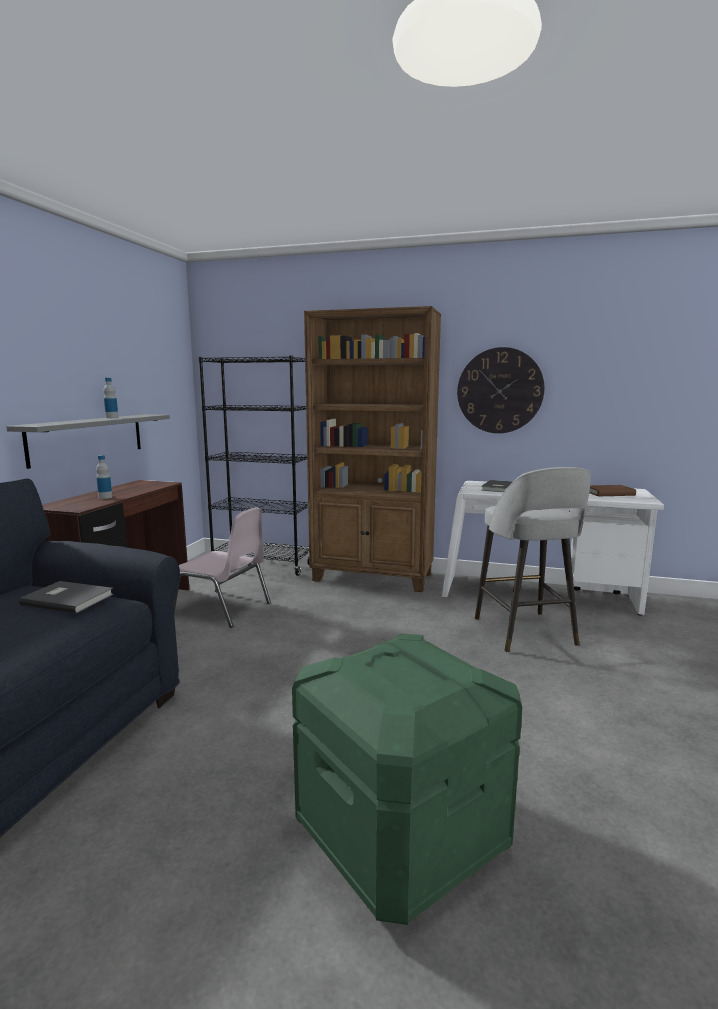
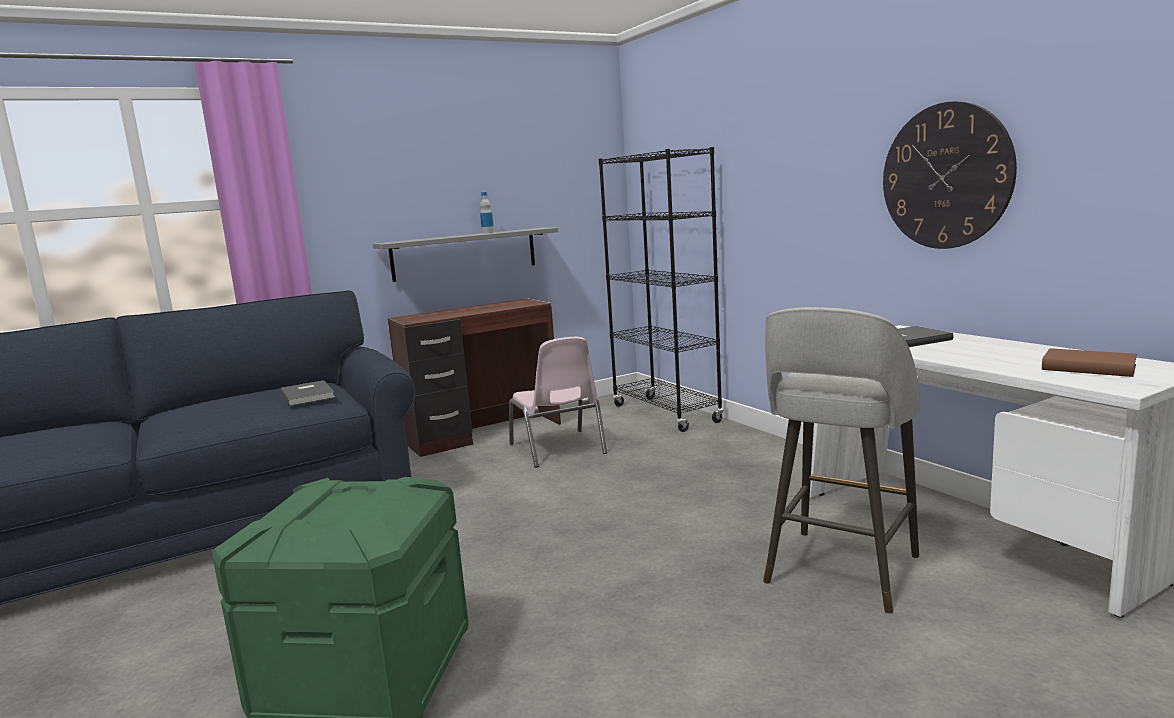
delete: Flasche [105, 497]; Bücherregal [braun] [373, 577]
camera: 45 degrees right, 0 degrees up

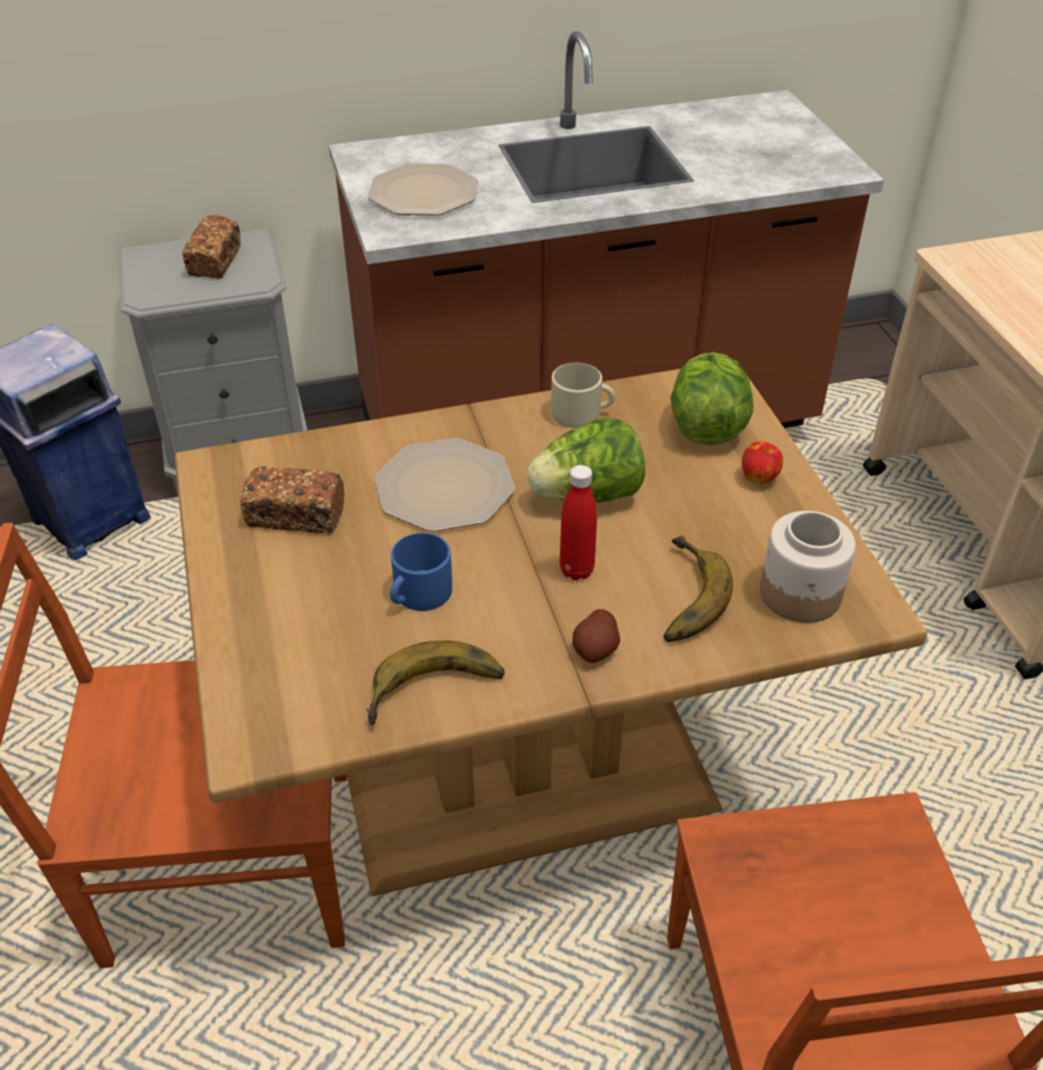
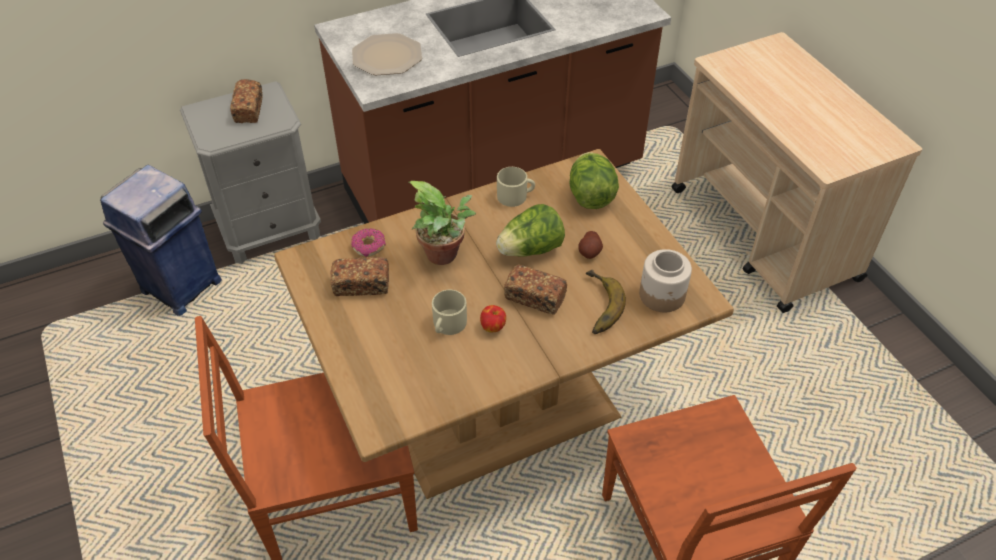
delete: Banane [437, 695]
insert: Donut [369, 246]
move: Apfel [759, 478] to [493, 327]; Kartoffel [595, 649] to [589, 252]
replace: Teller [444, 488] to Topfpflanze [445, 256]; Flasche [rot] [576, 570] to Brot [534, 298]
recolor: Henkelbecher [blau] [418, 594] to Henkelbecher [beige] [447, 325]
camera: 10 degrees left, 5 degrees up

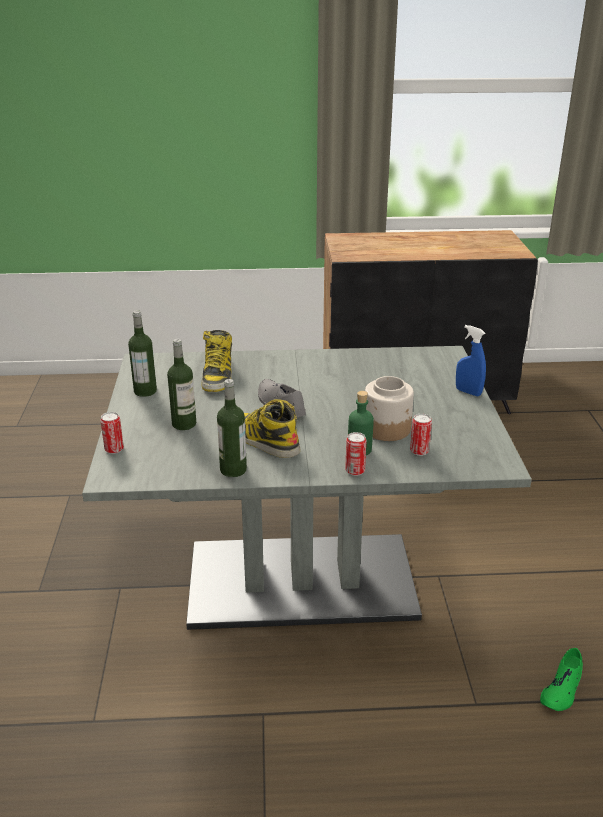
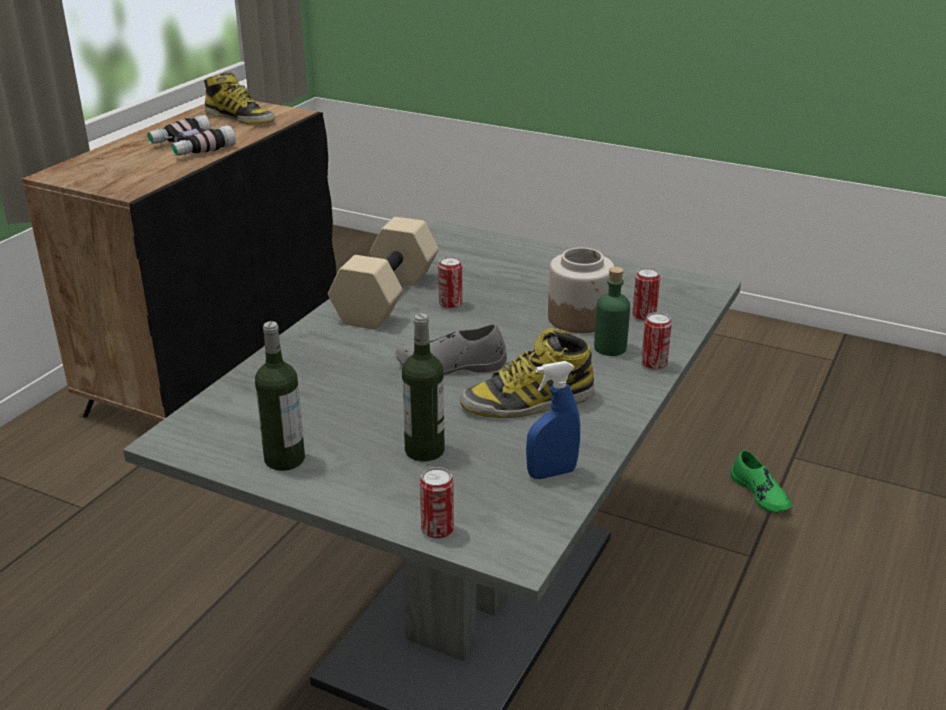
delete: Flasche [233, 470]
insert: Fernglas [190, 147]; Hantel [beige] [388, 298]; Dose [450, 304]
move: Stiefel [217, 375] to [240, 118]; Sprühflasche [blau] [468, 392] to [551, 473]
camera: 60 degrees left, 0 degrees up

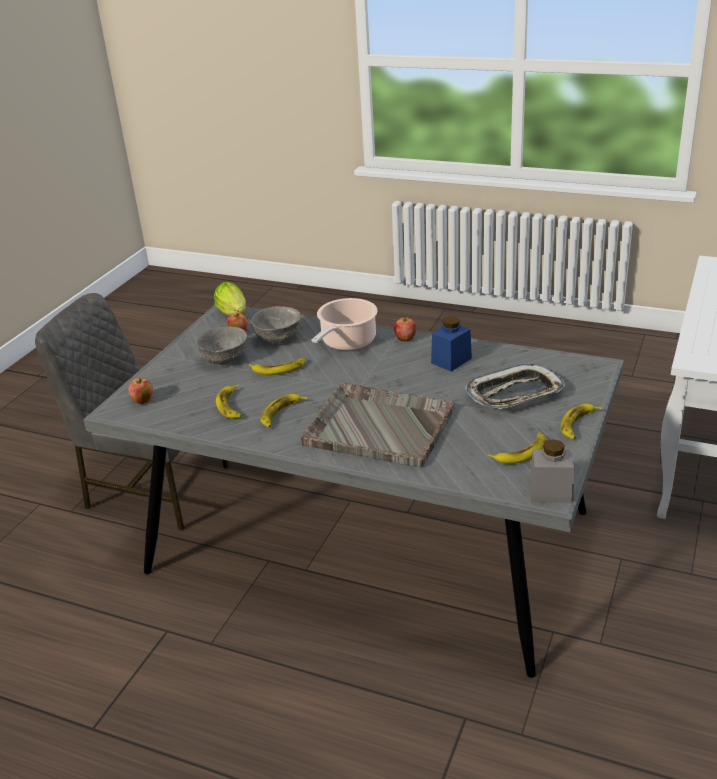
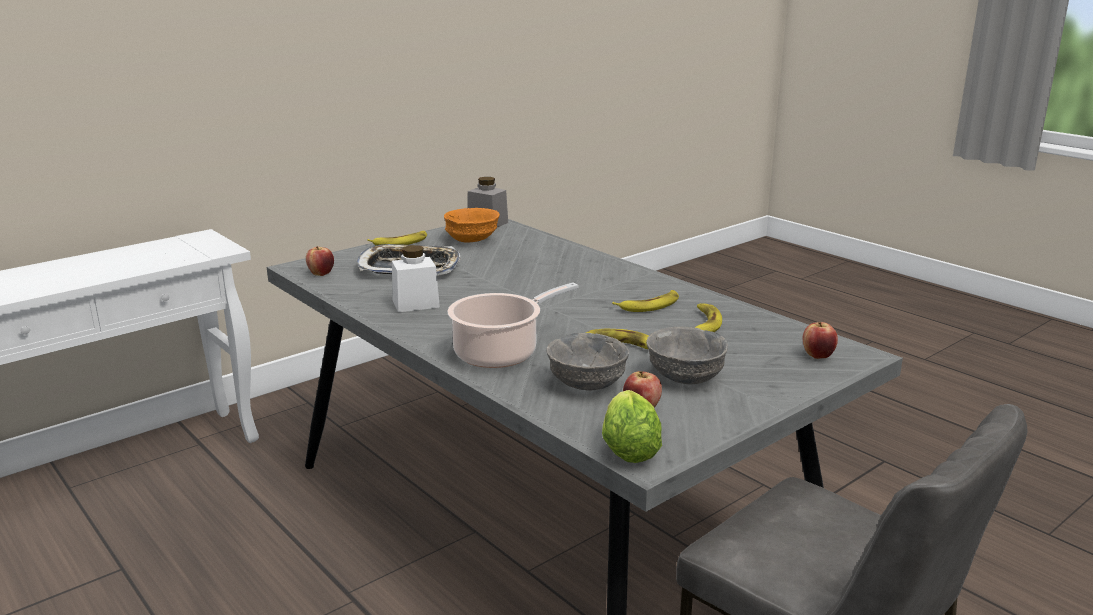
delete: Tablett [grau] [378, 426]
move: Apfel [405, 339] to [321, 274]
replace: Banane [521, 452] to Schüssel [orange] [472, 240]
recolor: Vorratsglas [blau] [451, 360] to Vorratsglas [weiß] [416, 304]
camera: 155 degrees left, 10 degrees down

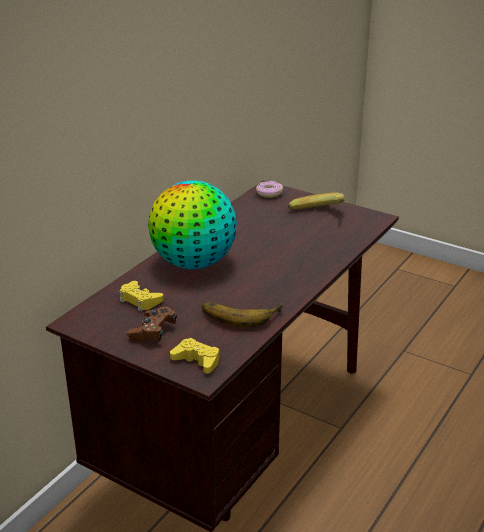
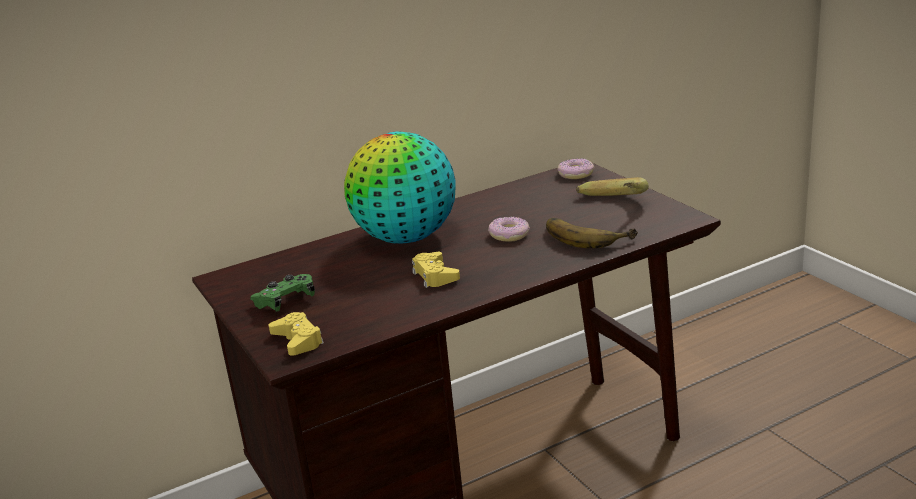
insert: Donut [509, 235]
move: Gamepad [gelb] [140, 300] to [435, 275]; Banane [240, 313] to [587, 235]
recolor: Gamepad [braun] [153, 332] to Gamepad [grün] [286, 302]
camera: 30 degrees right, 5 degrees down

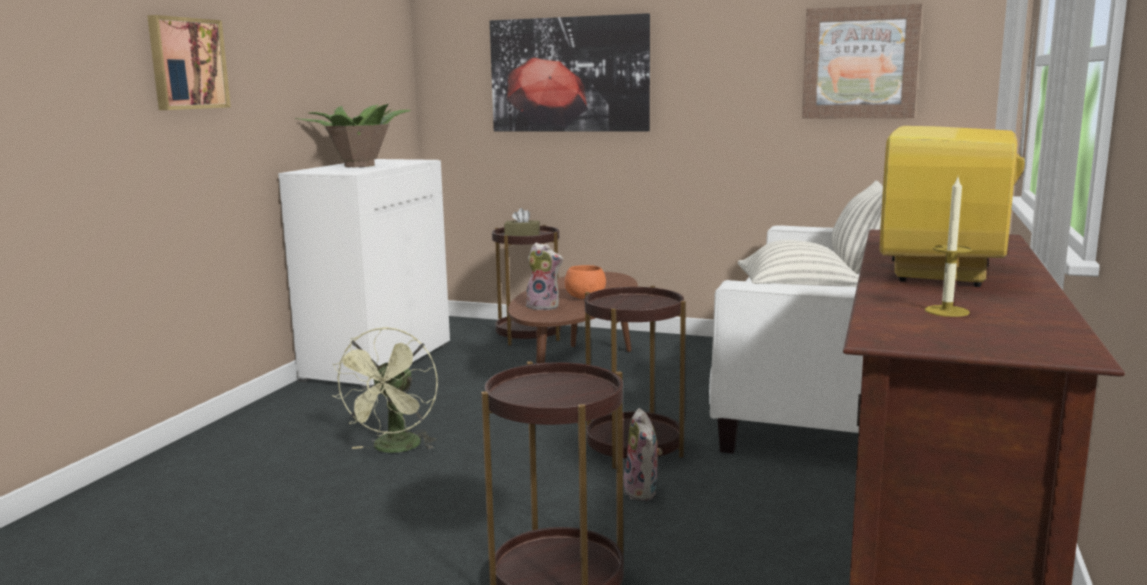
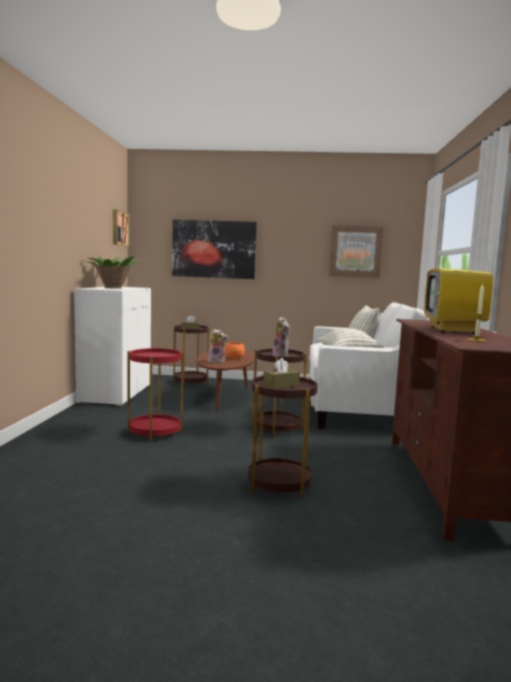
insert: Taschentuchbox [braun] [281, 385]
move: Bild [186, 64] to [119, 228]; Plüschtier [643, 492] to [281, 356]
replace: Ventilator [grün] [395, 449] to Beistelltisch [rot] [155, 432]
camera: 15 degrees left, 5 degrees down

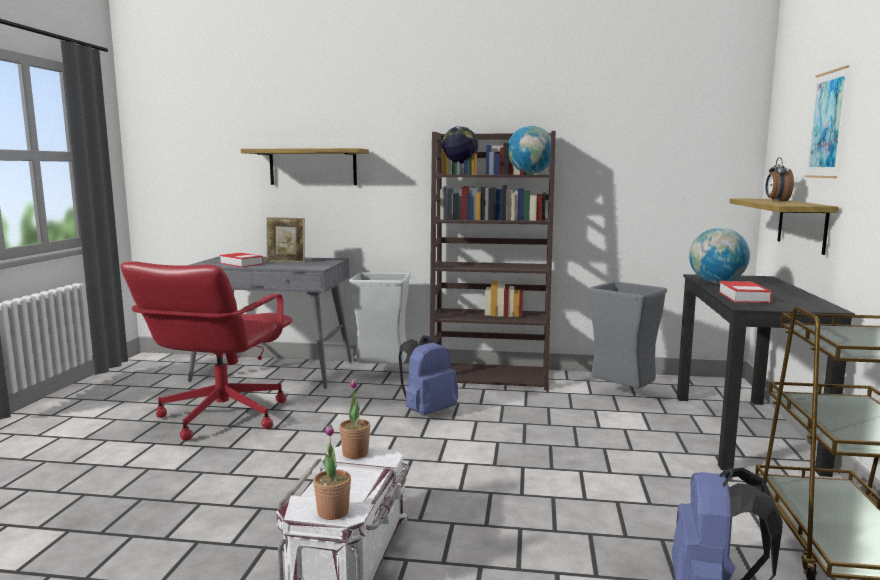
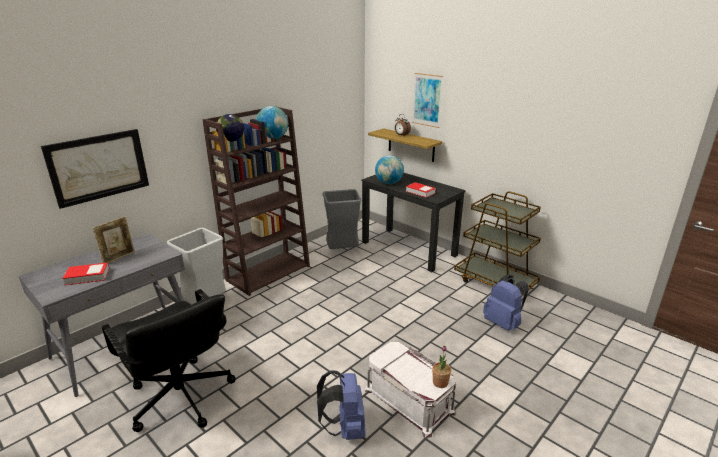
delete: Topfpflanze [355, 453]
move: Rucksack [blau] [427, 412] to [345, 428]
replace: Wandregal [313, 167] to Bild [98, 167]
recolor: Bürostuhl [rot] [221, 417] to Bürostuhl [schwarz] [181, 398]
camera: 55 degrees left, 15 degrees up

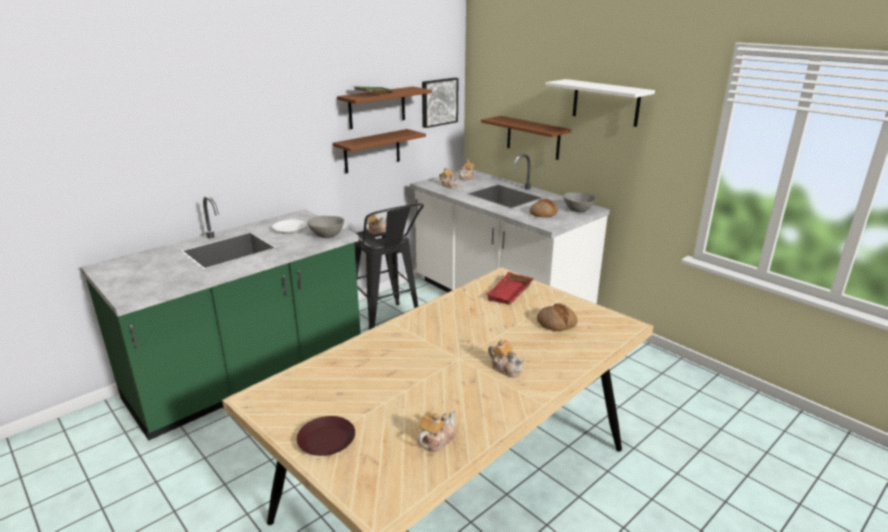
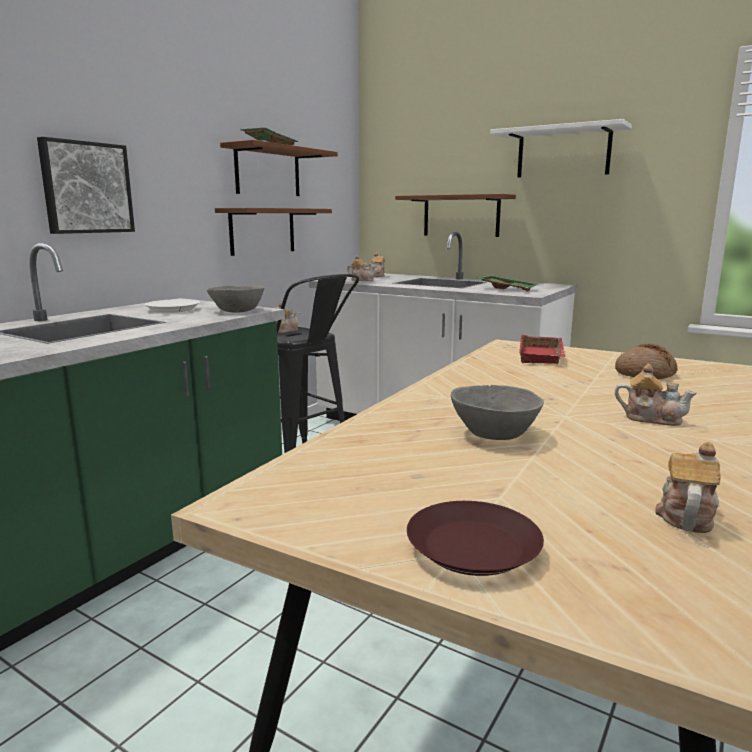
move: Bild [438, 102] to [86, 188]; Schüssel [grau] [578, 210] to [495, 433]
replace: Brot [543, 213] to Tablett [grün] [508, 289]
camera: 15 degrees left, 10 degrees down

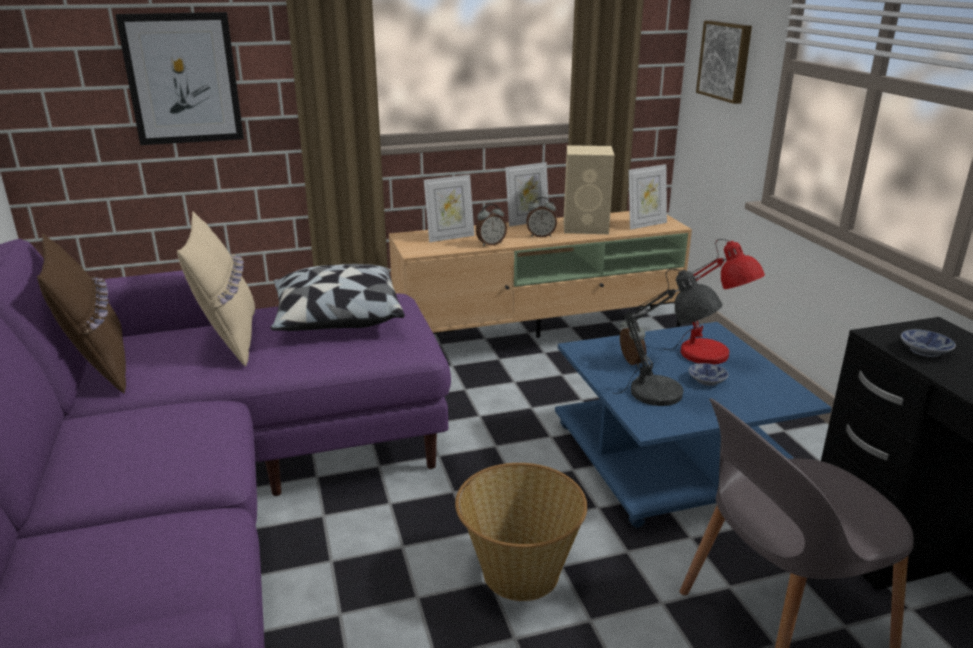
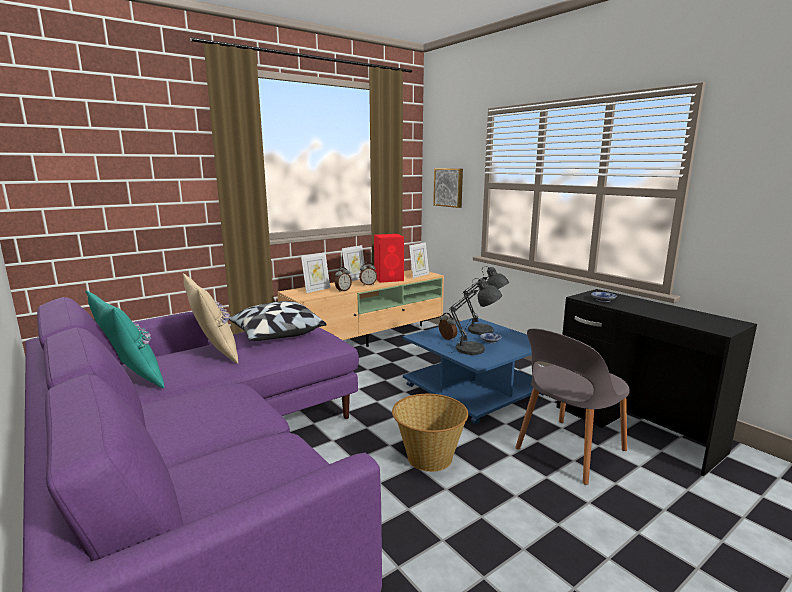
delete: Bild [183, 79]
recolor: Kissen [braun] [97, 367] to Kissen [türkis] [131, 378]; Lautsprecher [beige] [587, 227] to Lautsprecher [rot] [389, 279]; Tischlampe [rot] [710, 356] to Tischlampe [grau] [484, 331]
camera: 20 degrees left, 10 degrees down

